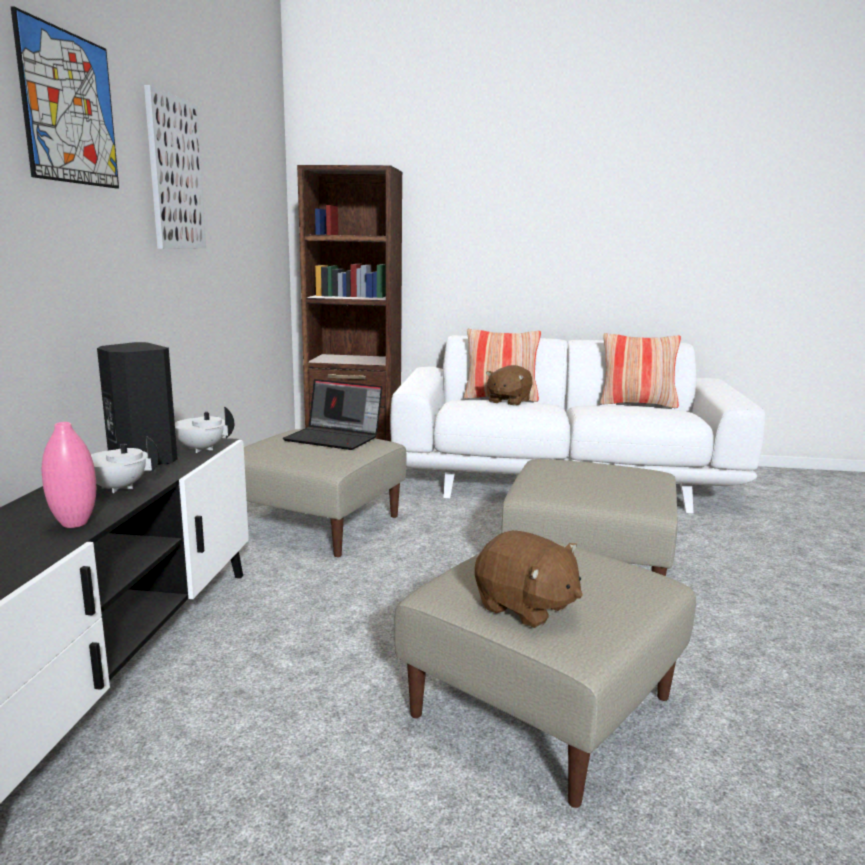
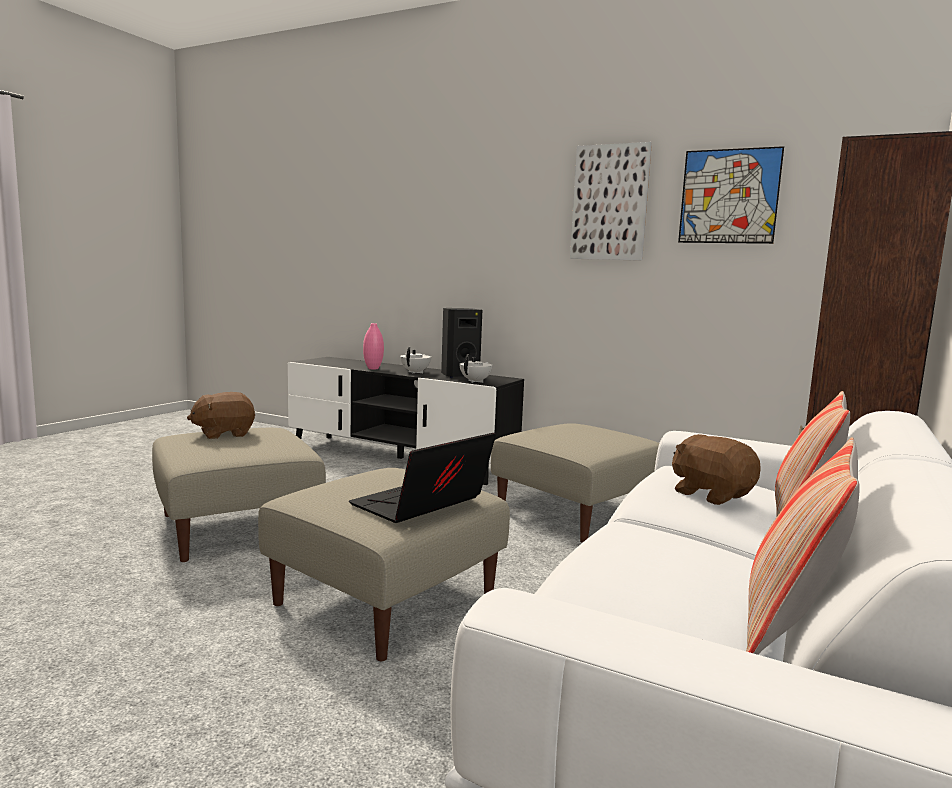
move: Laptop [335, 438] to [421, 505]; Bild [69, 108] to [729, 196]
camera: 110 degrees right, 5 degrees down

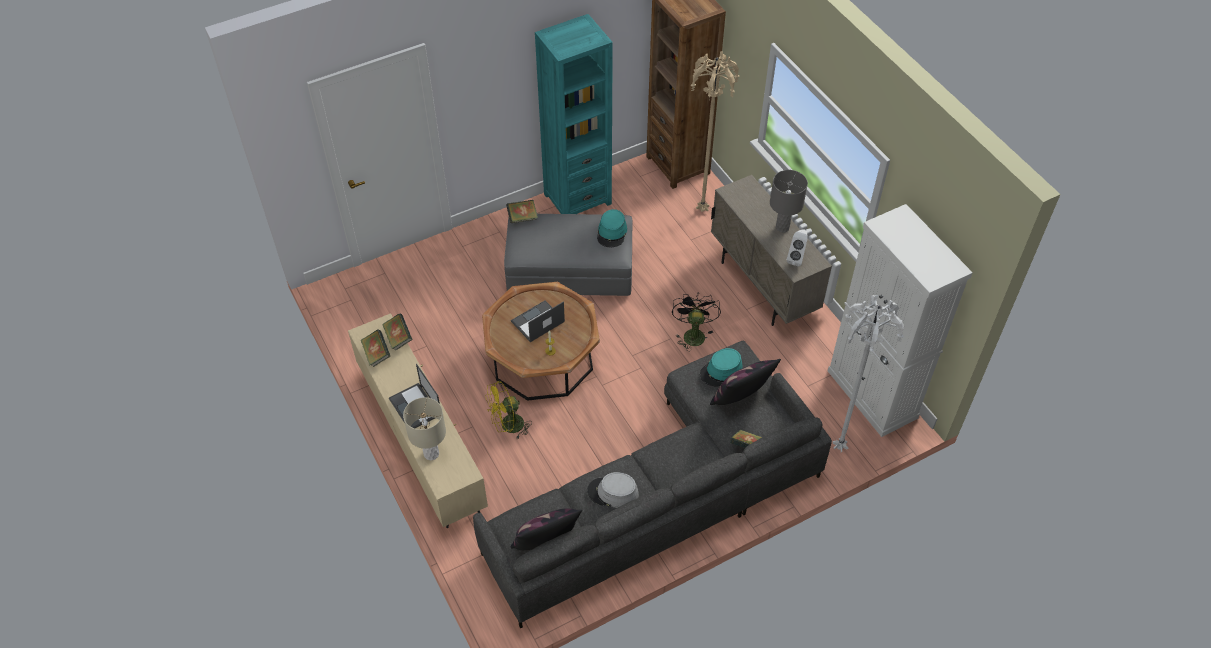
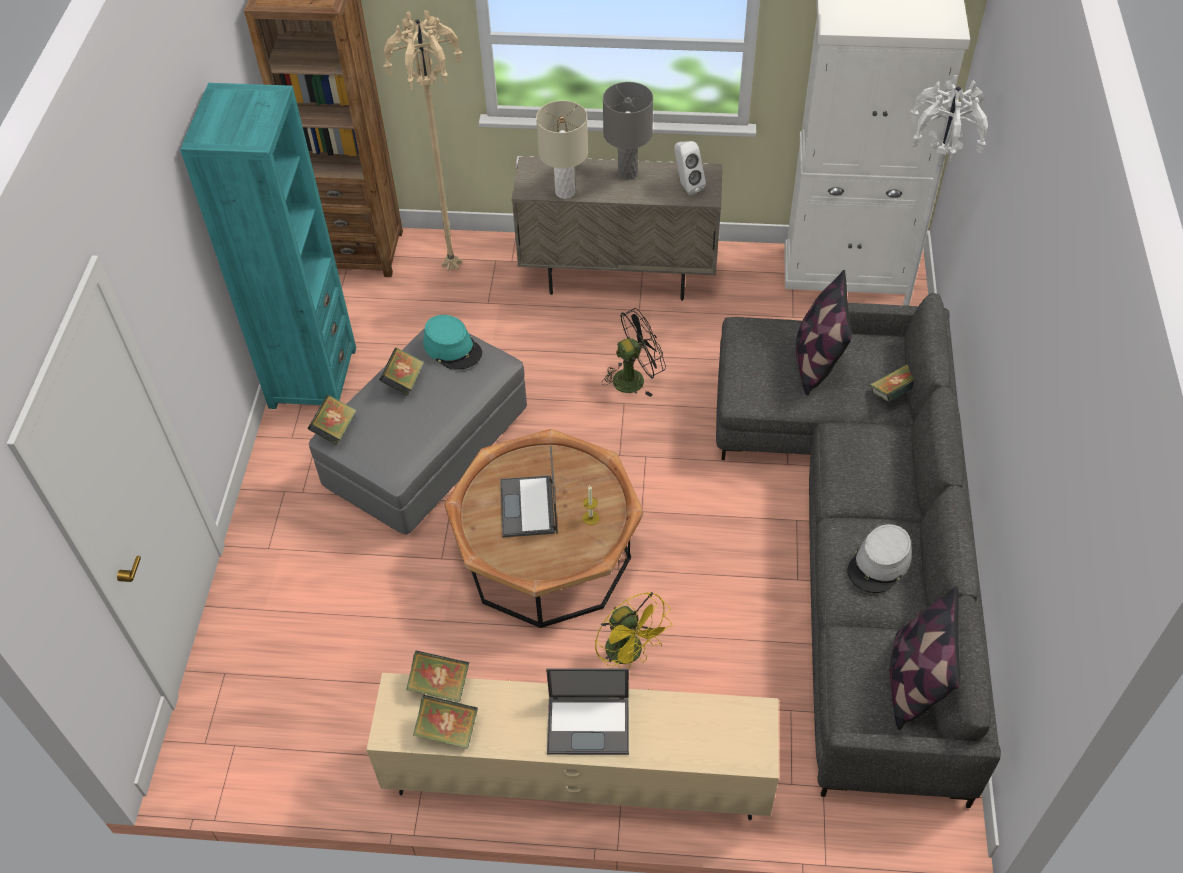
delete: Hut [türkis] [721, 371]
insert: Buch [404, 381]
move: Tischlampe [beige] [431, 453] to [565, 192]
rotate: Ventilator [gelb] [508, 426] = [630, 654] 45 degrees counterclockwise; Ventilator [schwarz] [693, 333] = [634, 378] 120 degrees clockwise
camera: 55 degrees left, 0 degrees up

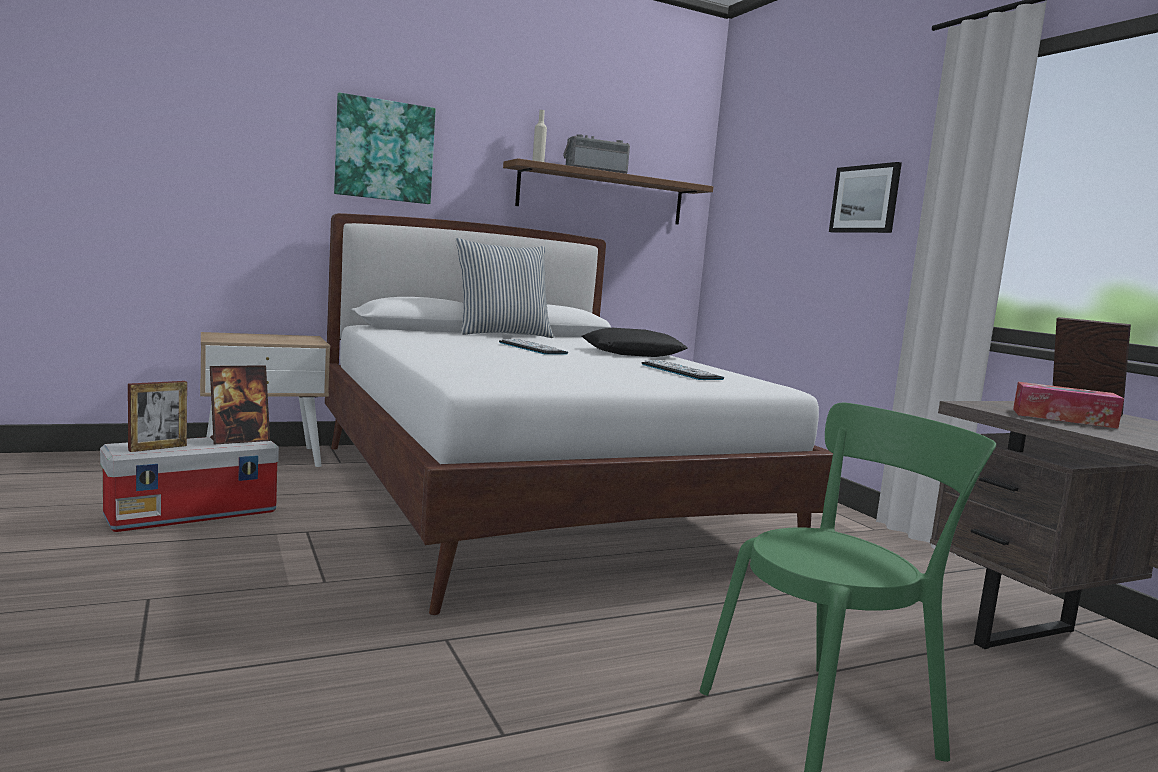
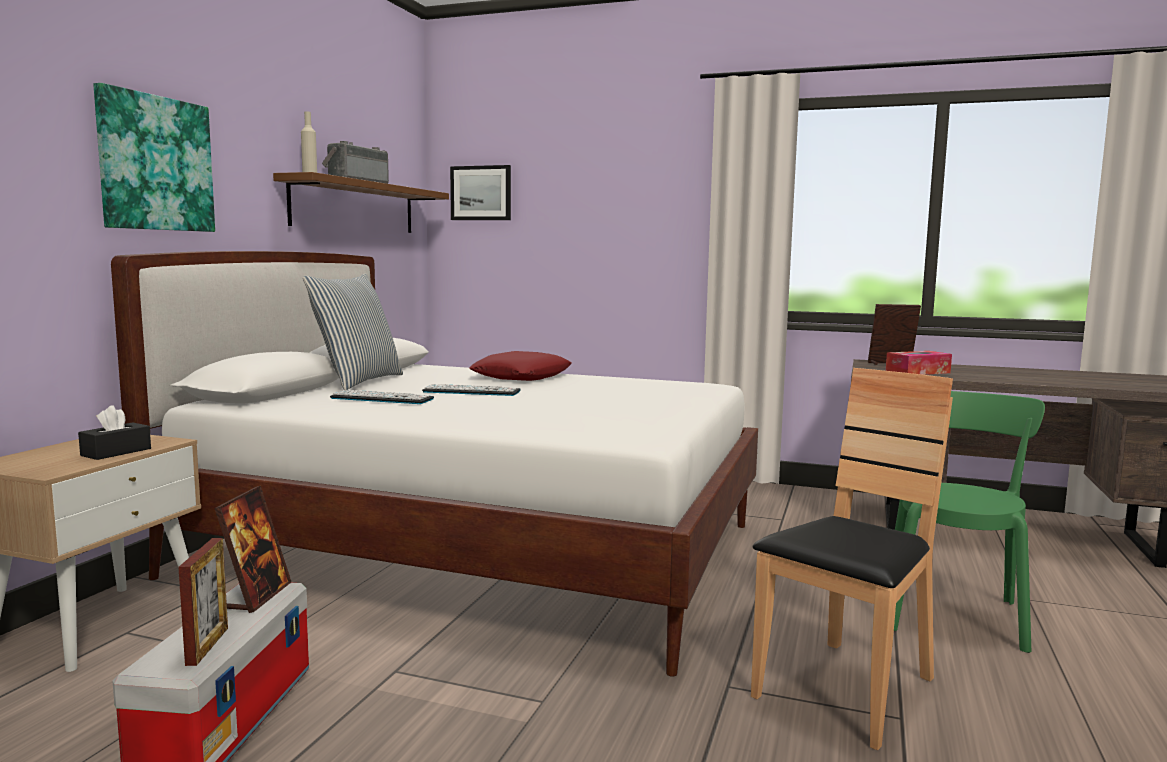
insert: Taschentuchbox [schwarz] [116, 452]; Stuhl [braun] [846, 690]
move: Tastatur [680, 372] to [382, 398]; Bild [865, 199] to [481, 193]
recolor: Kissen [schwarz] [633, 353] to Kissen [rot] [521, 376]
camera: 45 degrees left, 0 degrees up

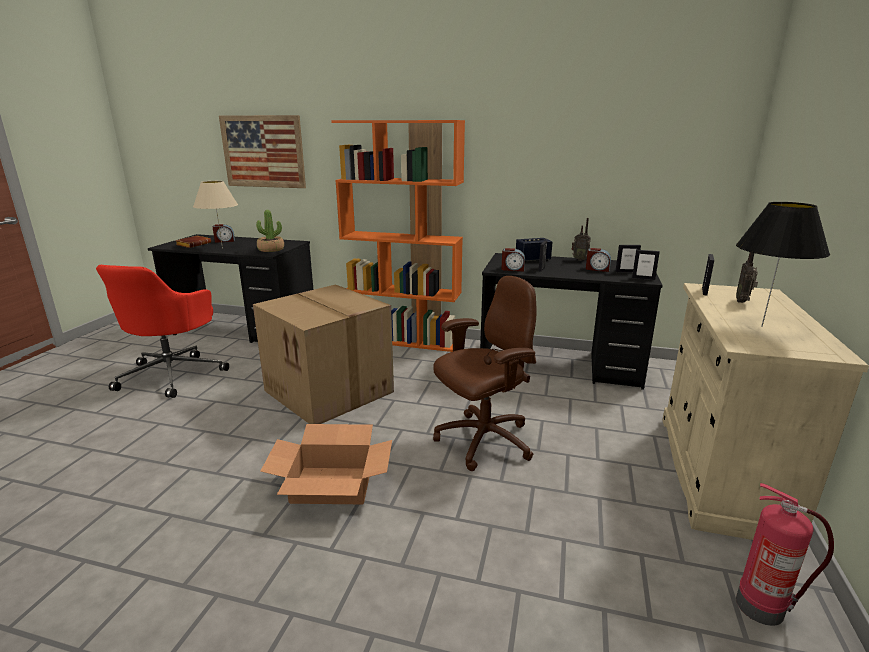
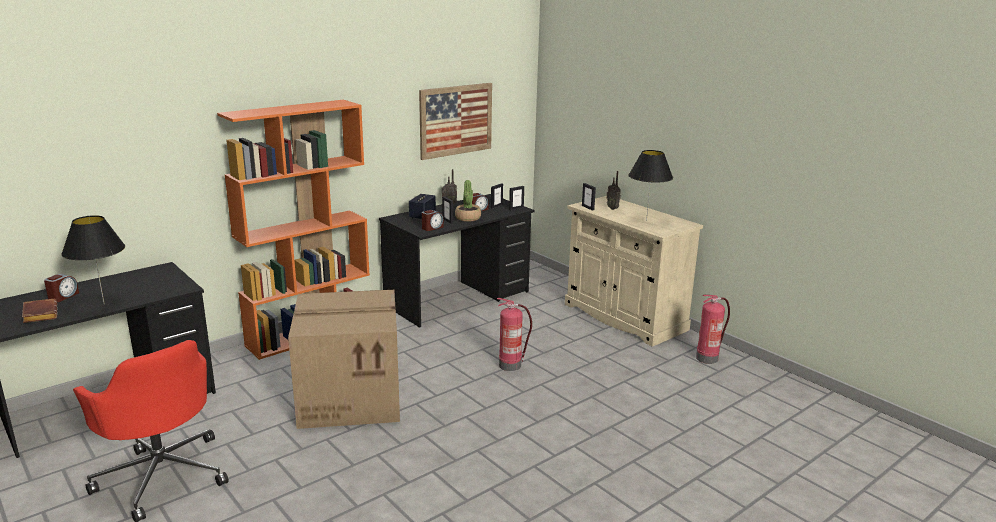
delete: Karton [332, 485]
move: Bild [263, 151] to [456, 120]; Topfpflanze [271, 249] to [468, 218]
replace: Bürostuhl [braun] [483, 441] to Feuerlöscher [511, 365]
recolor: Tischlampe [beige] [222, 248] to Tischlampe [schwarz] [104, 304]
camera: 55 degrees left, 0 degrees up

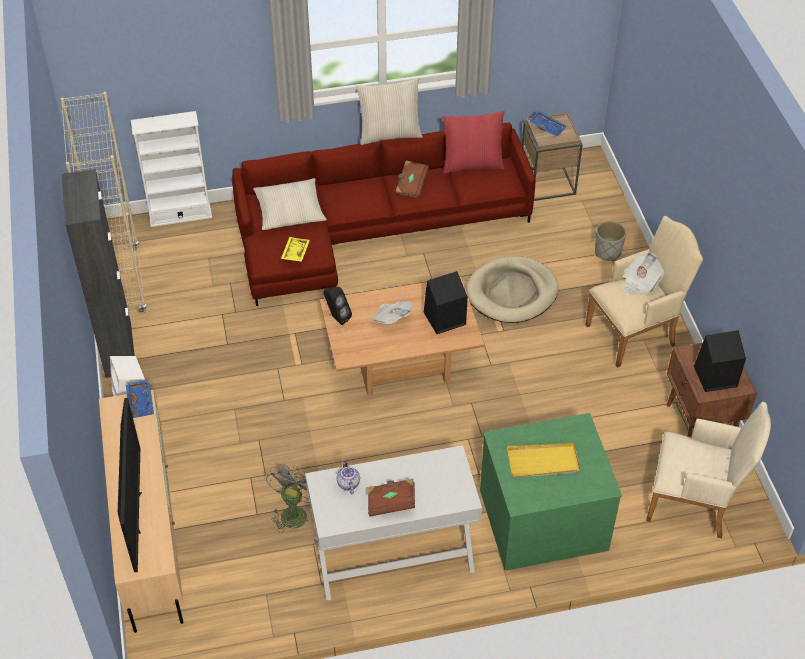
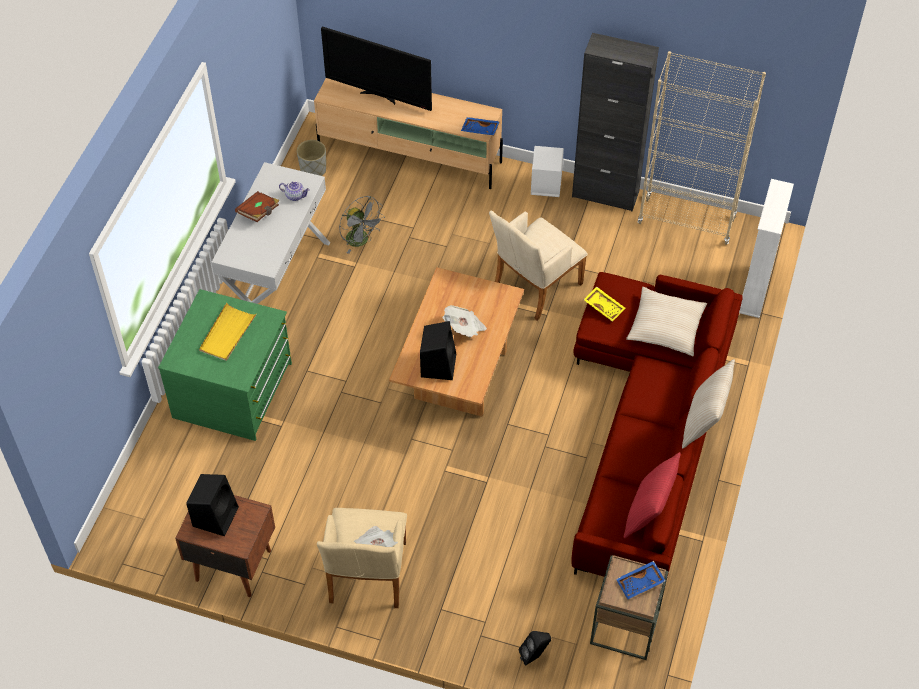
delete: Buch [braun] [411, 185]; Hundebett [beige] [512, 293]
move: Pflanzkübel [grau] [607, 252] to [313, 170]; Sessel [beige] [695, 503] to [533, 288]; Lautsprecher [schwarz] [337, 318] to [534, 656]
camera: 120 degrees right, 5 degrees up

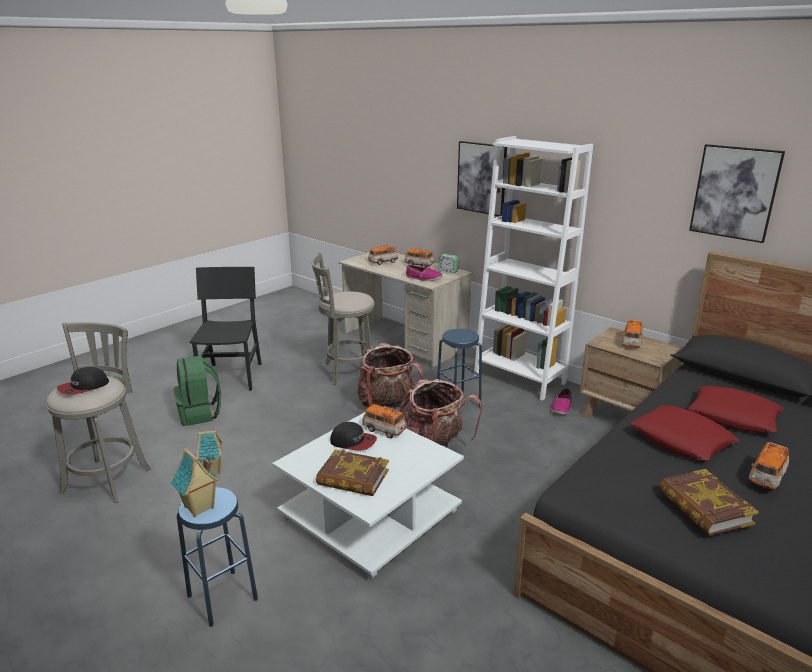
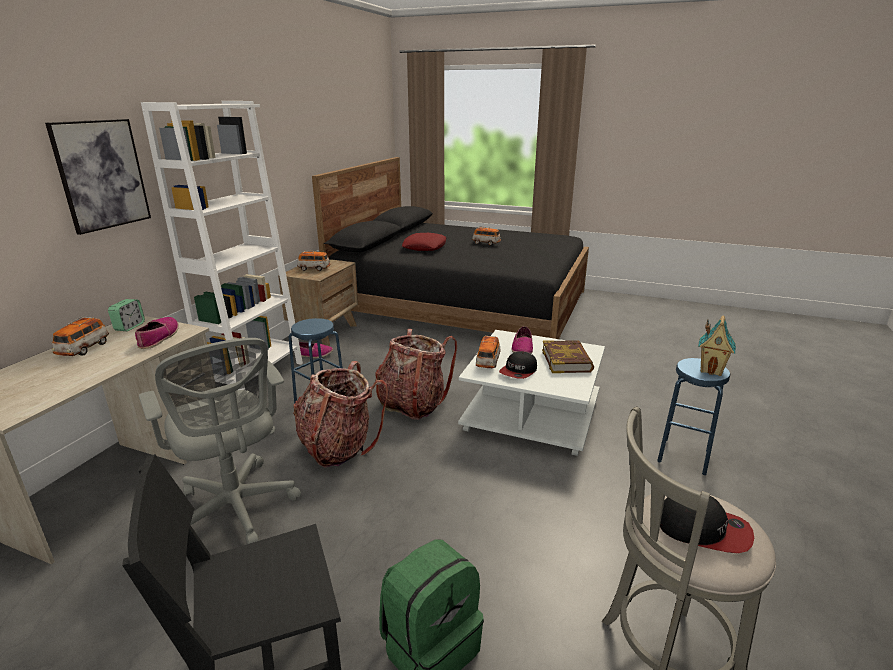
delete: Spielzeughaus [213, 470]; Spielzeugauto [382, 262]; Kissen [rot] [681, 439]; Buch [704, 507]; Bild [735, 192]
insert: Schuh [522, 348]
replace: Hocker [grau] [347, 371] to Bürostuhl [grau] [237, 510]
rotate: Kappe [353, 442] = [518, 371] 150 degrees counterclockwise
camera: 110 degrees left, 0 degrees up

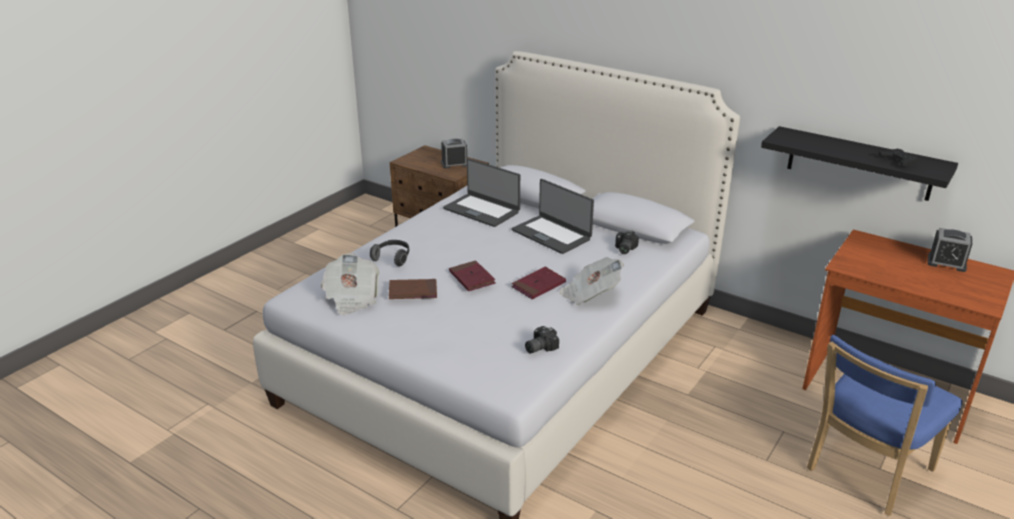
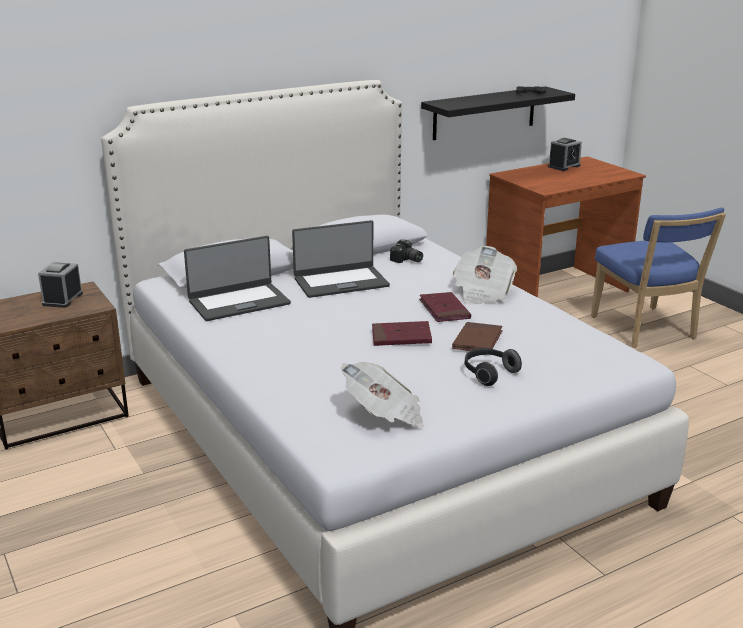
delete: Kamera [539, 347]
move: Buch [braun] [413, 291] to [477, 341]; Kopfhörer [392, 258] to [488, 373]
camera: 65 degrees left, 5 degrees down

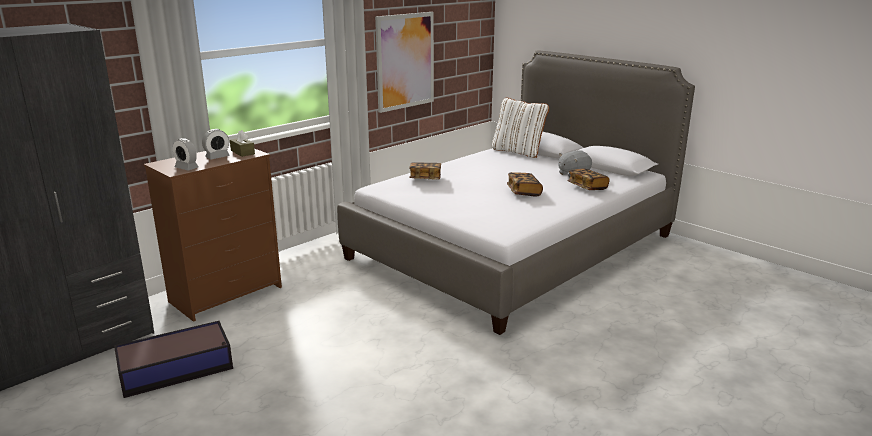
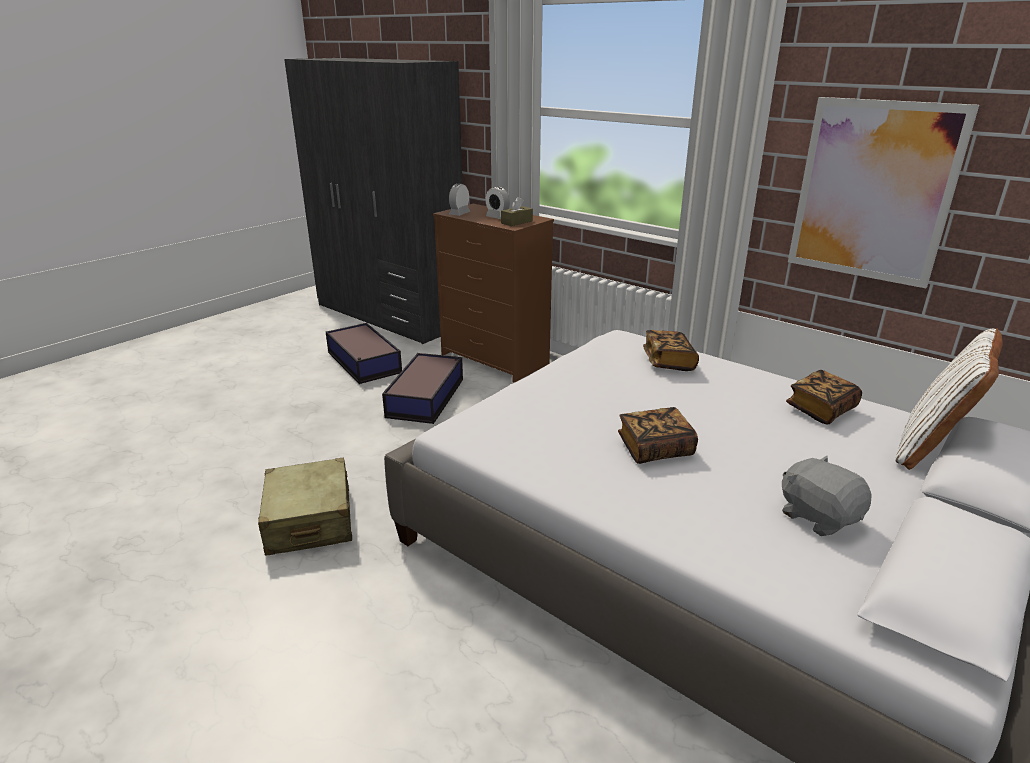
insert: Koffer [beige] [309, 521]; Aufbewahrungsbox [426, 397]
move: Buch [587, 187] to [821, 409]
camera: 85 degrees right, 5 degrees up

